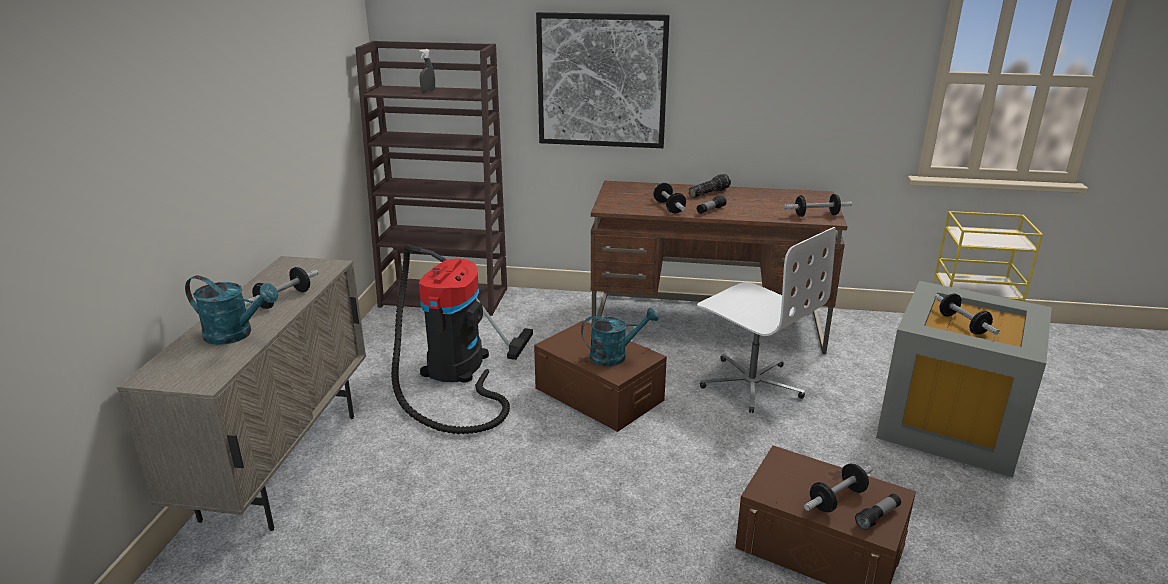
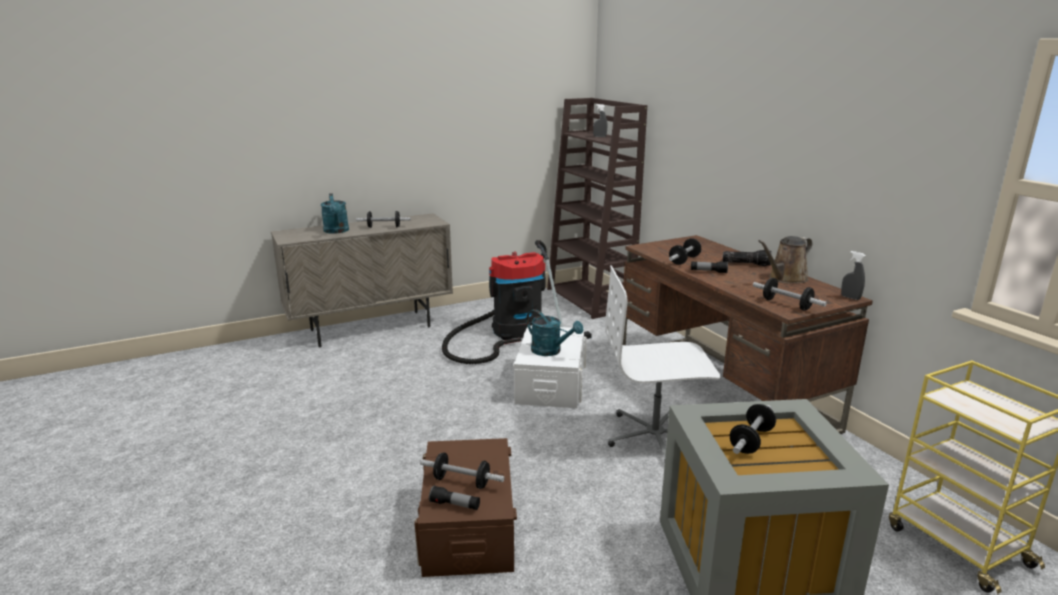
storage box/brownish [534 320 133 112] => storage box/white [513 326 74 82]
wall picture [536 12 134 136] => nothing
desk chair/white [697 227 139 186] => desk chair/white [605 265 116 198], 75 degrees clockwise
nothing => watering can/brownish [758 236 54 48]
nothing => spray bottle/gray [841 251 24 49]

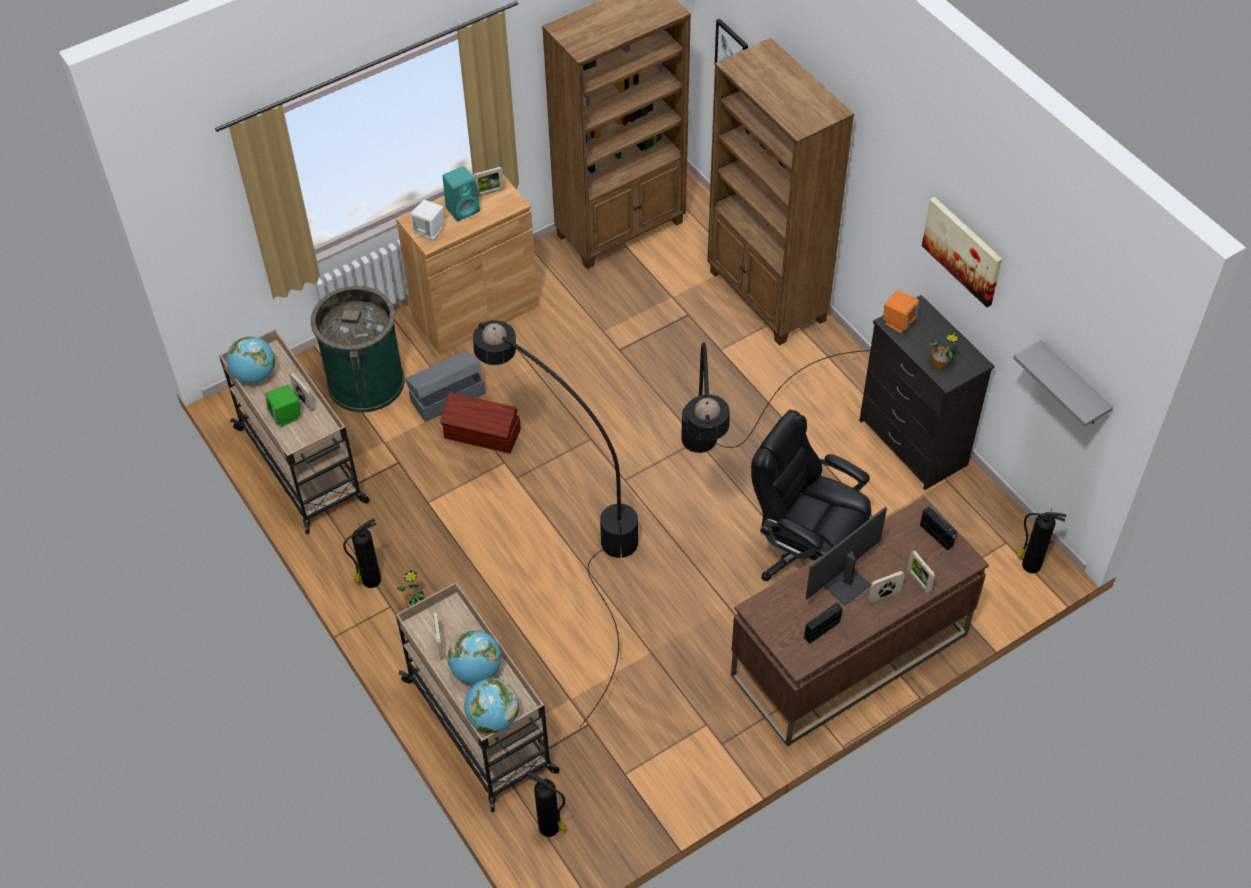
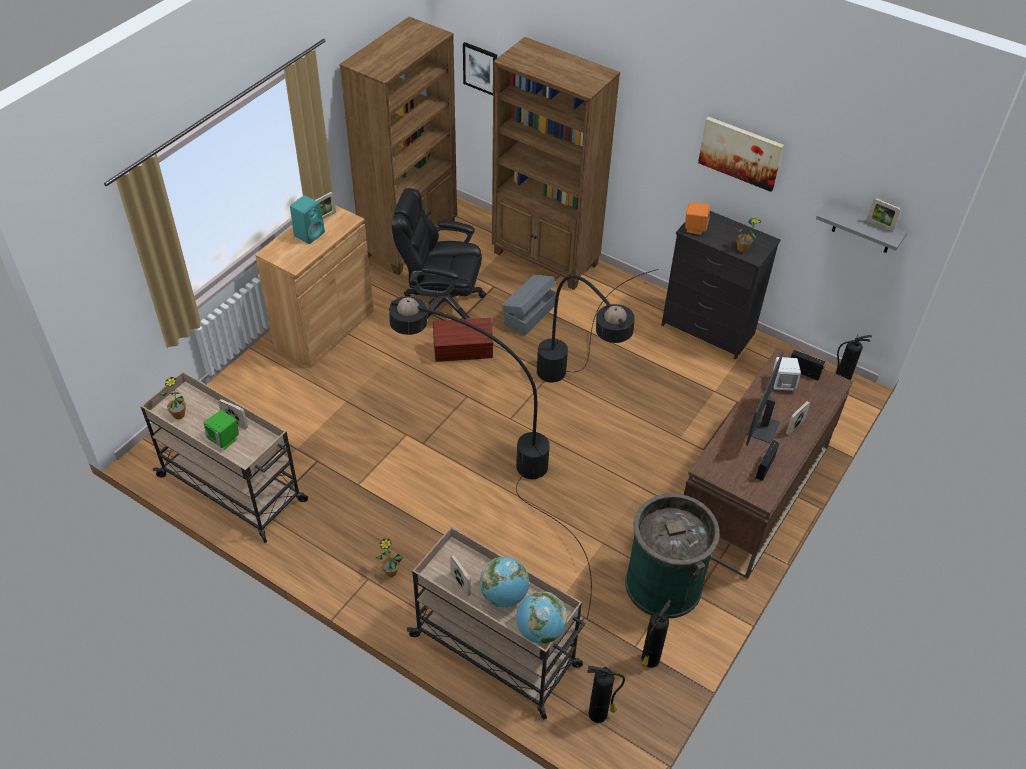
desk globe [227 336 48 48] => potted plant [159 377 27 42]
trash can/green-coloured [311 286 94 127] => trash can/green-coloured [625 493 95 126], moved
fire extinguisher [343 518 38 70] => fire extinguisher [642 600 29 68], moved
storage box/gray [405 351 81 71] => storage box/gray [502 275 54 60], moved
loudspeaker/white [411 200 33 40] => loudspeaker/white [773 357 28 34], moved
storage box/brownish [440 392 81 62] => storage box/brownish [433 318 60 44], moved
desk chair/black-coloured [751 410 120 171] => desk chair/black-coloured [391 188 95 131], moved
photo frame [907 550 28 44] => photo frame [867 198 34 33], moved

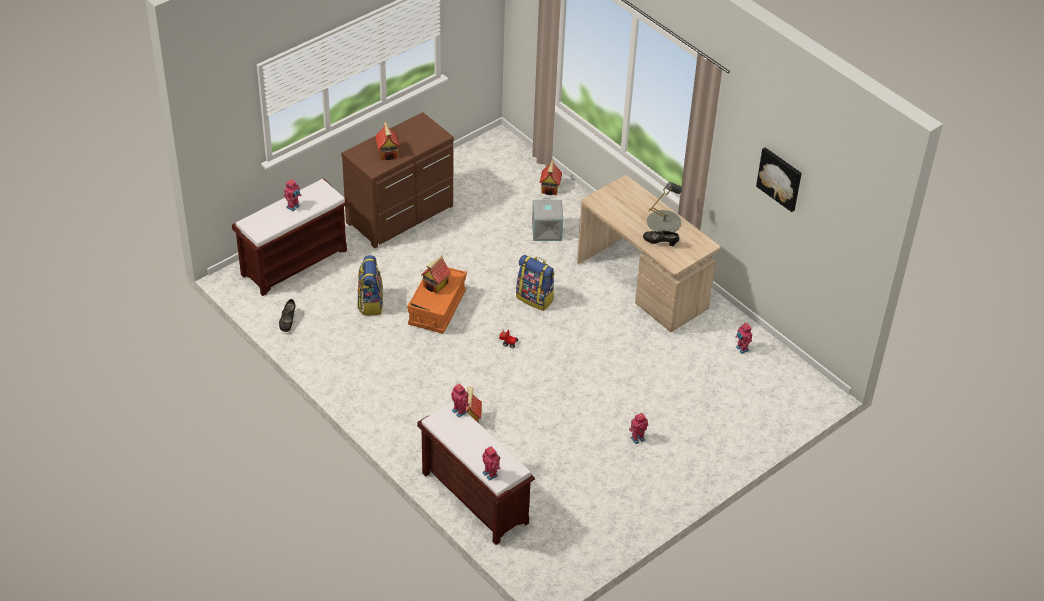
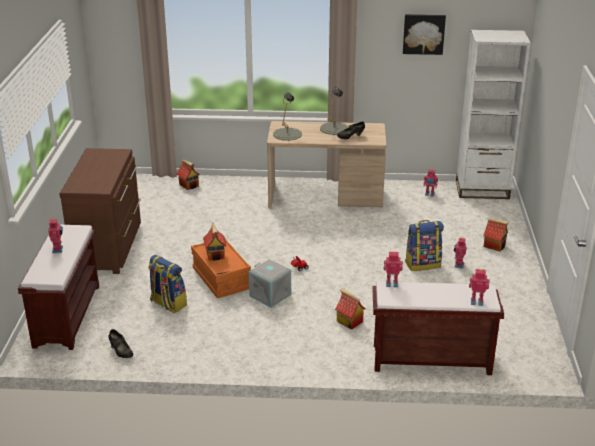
model house [375 122 25 38] => model house [483 218 26 33], moved
knapsack [516 255 39 56] => knapsack [405 220 39 51], moved
storage box/gray [532 198 32 43] => storage box/gray [249 259 42 49], moved
nothing => table lamp/gray [273 92 29 49]
nothing => bookshelf/white [456 30 75 169]

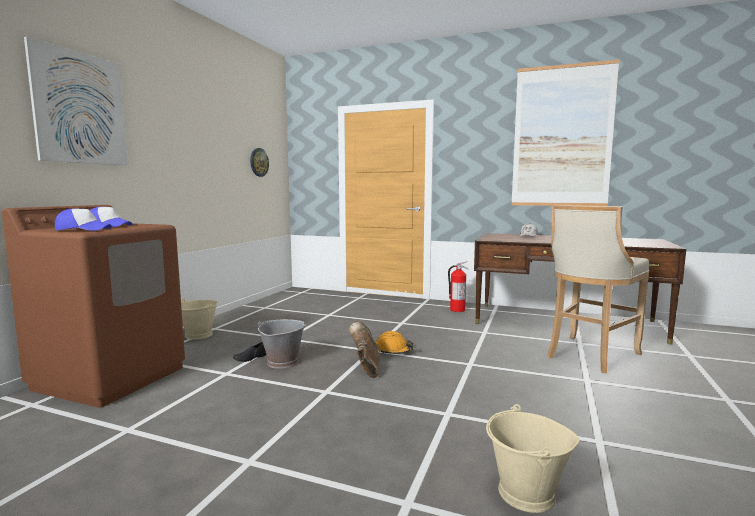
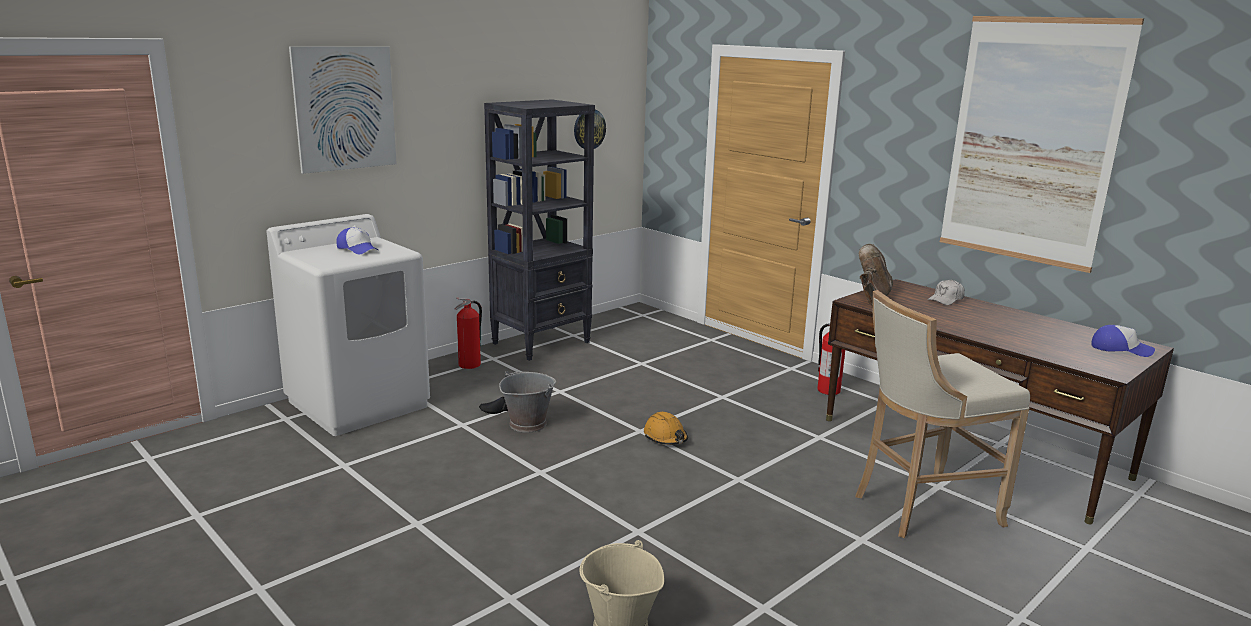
washing machine/brownish [2 205 183 203] => washing machine/white [267 214 163 222]
peaked cap [55 209 57 22] => peaked cap [1091 325 64 32], moved
water bucket/beige [181 298 37 42] => fire extinguisher [455 298 27 71]
high-top boot/brownish [349 321 31 57] => high-top boot/brownish [859 244 34 62], moved
nothing => bookshelf/black-coloured [484 99 111 262]

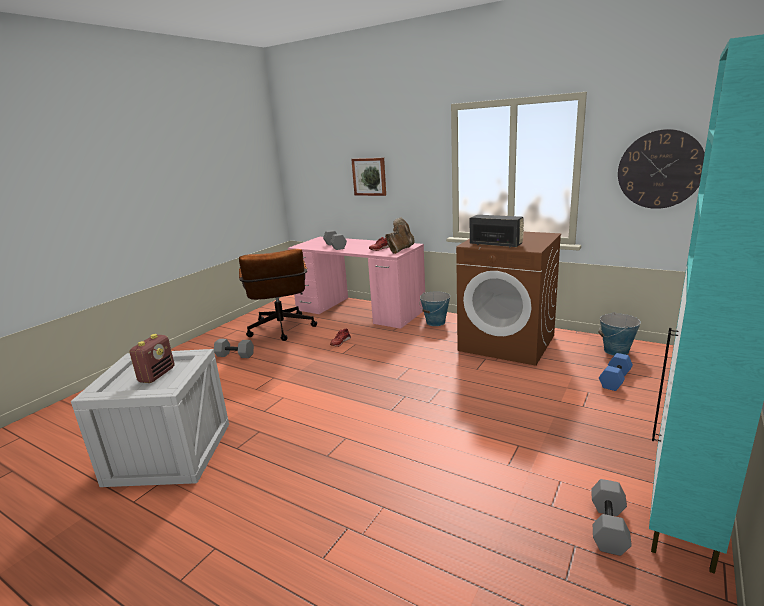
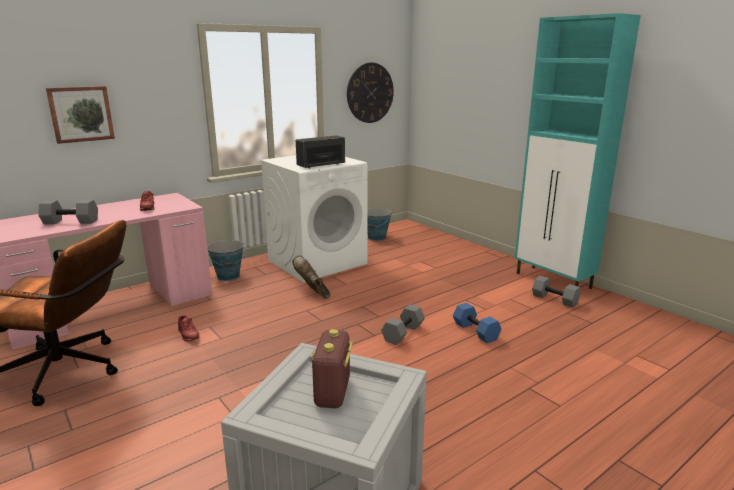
radio set [130 334 45 49] => radio set [312 329 41 79], 120 degrees counterclockwise
hand weight/gray [214 339 40 19] => hand weight/gray [381 304 44 41], moved
high-top boot/brownish [385 218 30 36] => high-top boot/brownish [292 255 38 44], moved
washing machine/brownish [456 232 105 134] => washing machine/white [260 155 108 127]
hand weight/blue [599 353 34 38] => hand weight/blue [453 303 48 41], moved

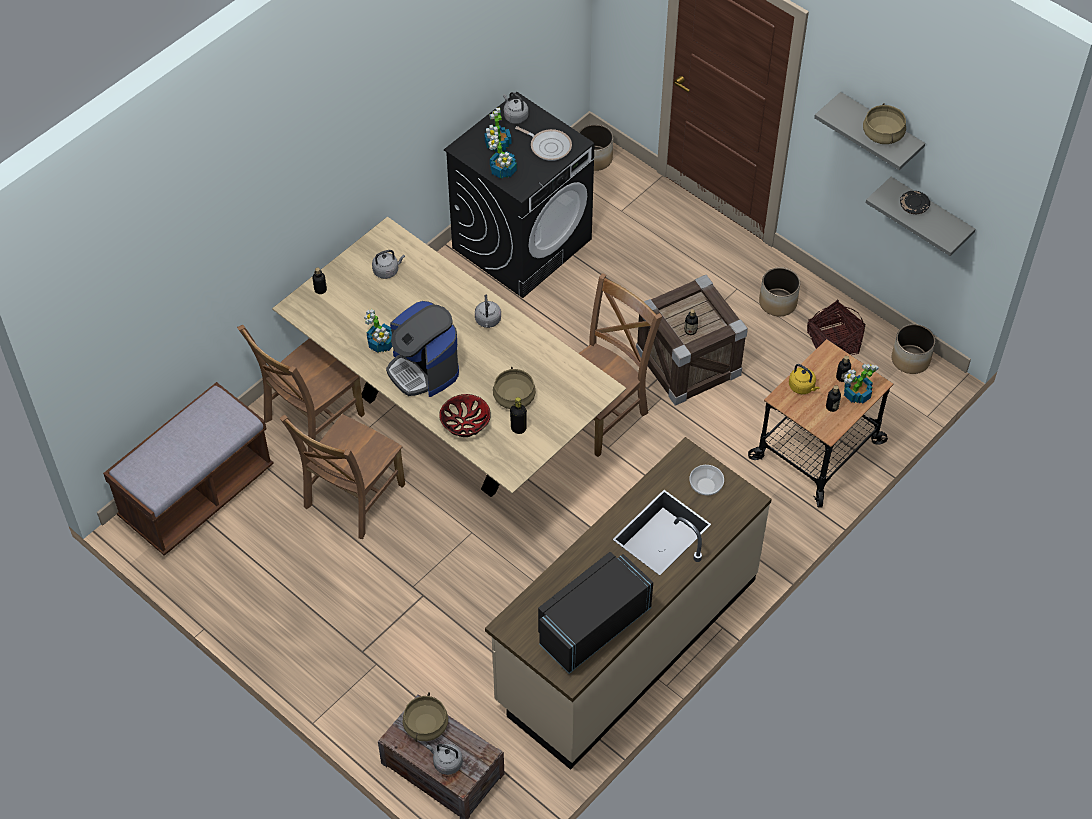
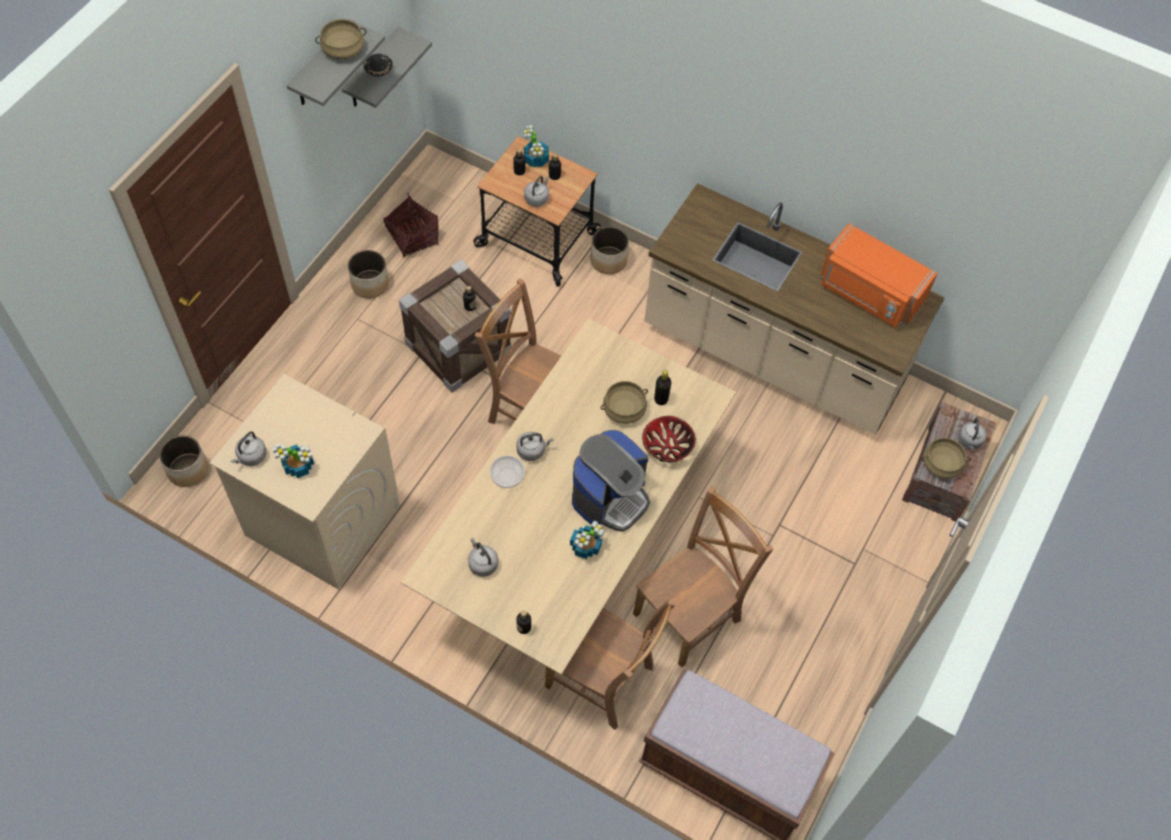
upright chair/brownish [279 414 126 125] => upright chair/brownish [633 486 140 182], 60 degrees counterclockwise
washing machine/black-coloured [444 92 150 206] => washing machine/beige [210 374 190 215]
potted plant [488 135 29 43] => nothing
skillet [515 126 57 35] => nothing
microwave/black-coloured [538 552 115 122] => microwave/orangey [820 224 118 104]
serving bowl [690 465 34 30] => serving bowl [490 456 35 32], moved
kettle/yellow-coloured [789 364 31 30] => kettle/gray [524 176 25 31]
planter [892 324 43 50] => planter [591 227 38 47], moved

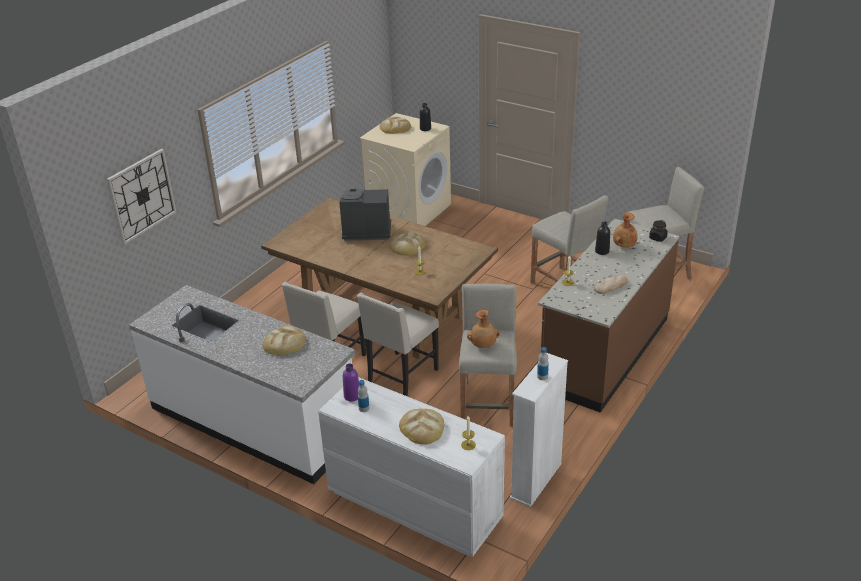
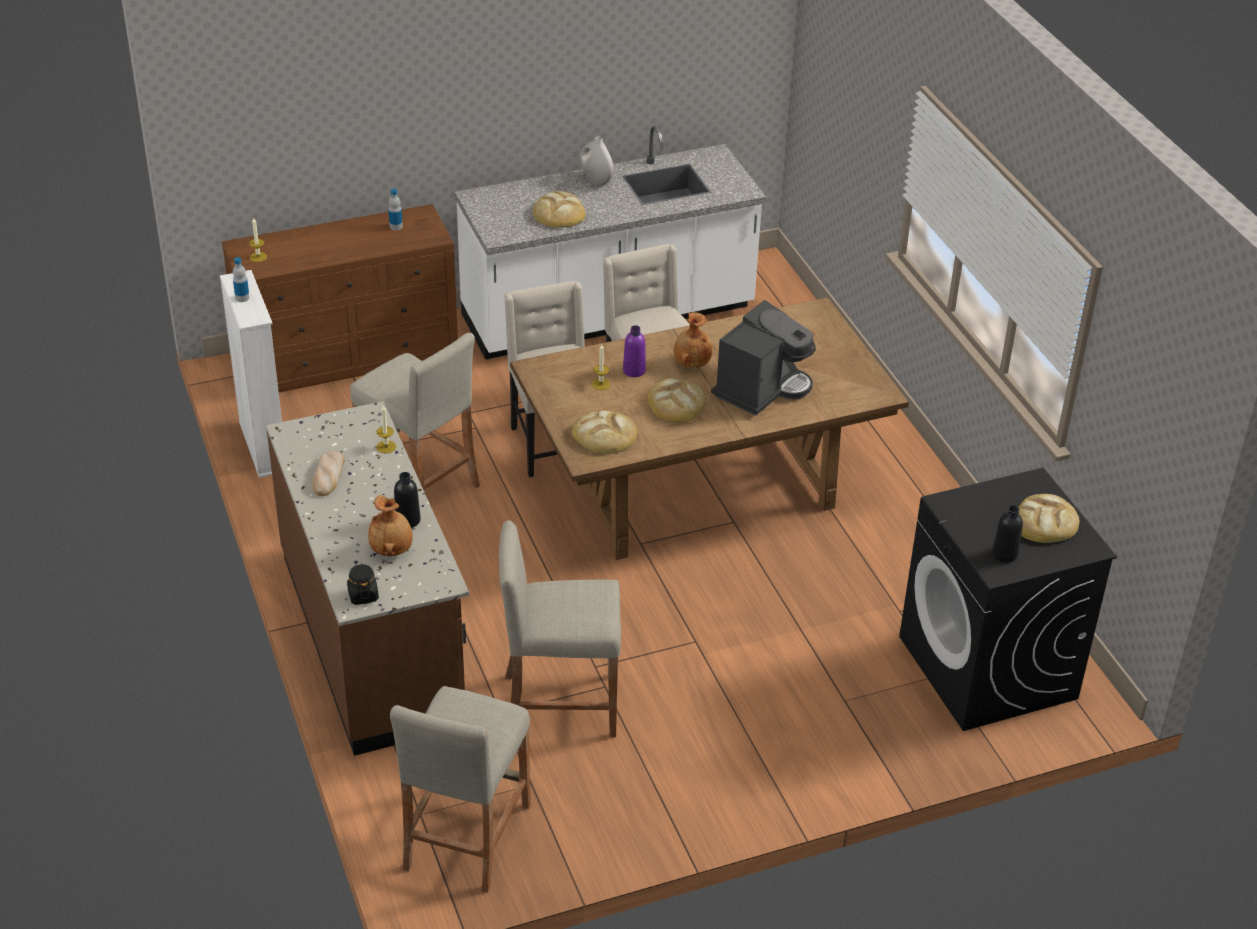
clock on the wall [107 149 70 96] => nothing
drawer chest/white [318 377 187 180] => drawer chest/brownish [222 204 236 188]
drink bottle/purple [343 364 17 37] => drink bottle/purple [623 325 23 52], moved
washing machine/beige [359 113 92 113] => washing machine/black-coloured [899 468 218 263]
bread [399 409 45 36] => bread [572 411 65 43], moved
decorative vase/brownish [467 310 33 38] => decorative vase/brownish [674 312 38 56], moved
nothing => decorative vase/white [580 136 33 49]

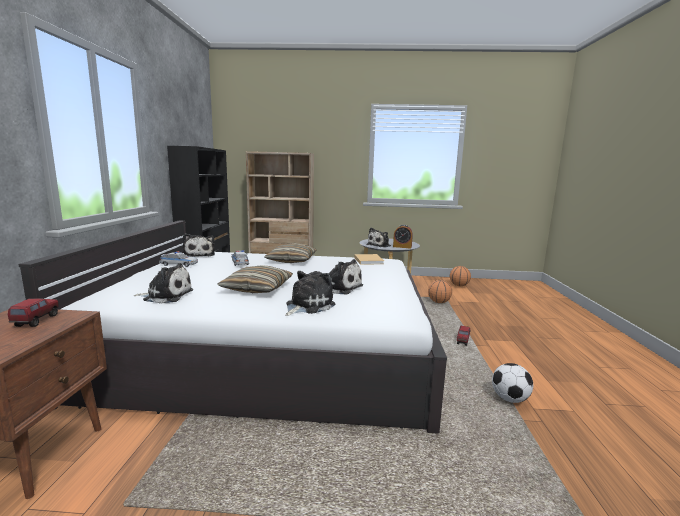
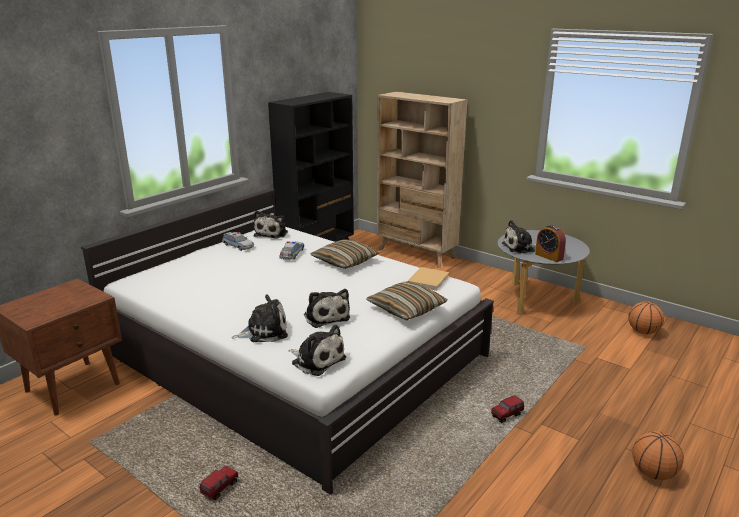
toy truck [8 298 51 29] => toy truck [200 466 38 34], moved
cuddly toy [134 263 59 41] => cuddly toy [288 325 58 51], moved
pillow [217 266 76 27] => pillow [366 281 82 39], moved
ball for basketball [428 280 24 23] => ball for basketball [632 431 52 49], moved
football [492 363 41 40] => nothing

